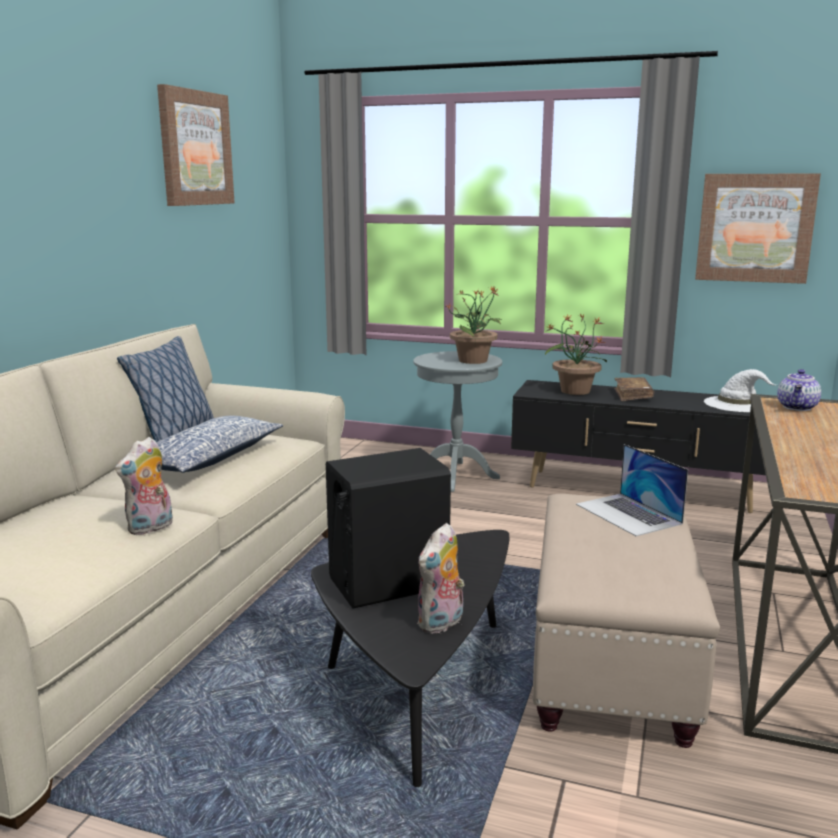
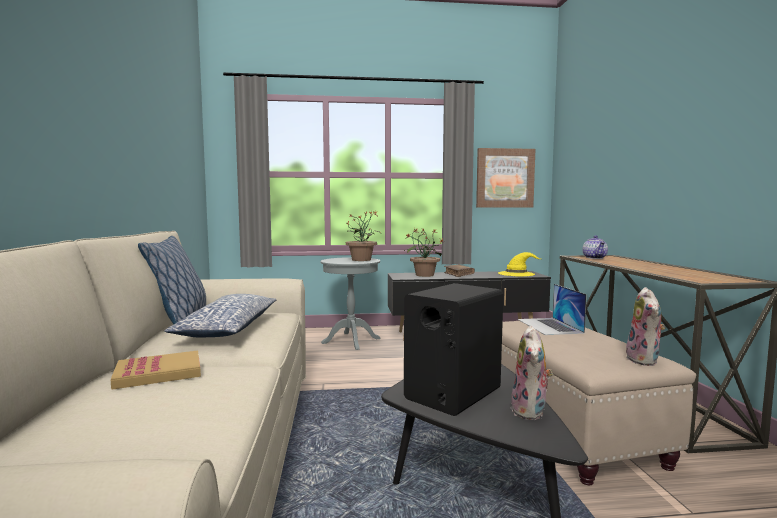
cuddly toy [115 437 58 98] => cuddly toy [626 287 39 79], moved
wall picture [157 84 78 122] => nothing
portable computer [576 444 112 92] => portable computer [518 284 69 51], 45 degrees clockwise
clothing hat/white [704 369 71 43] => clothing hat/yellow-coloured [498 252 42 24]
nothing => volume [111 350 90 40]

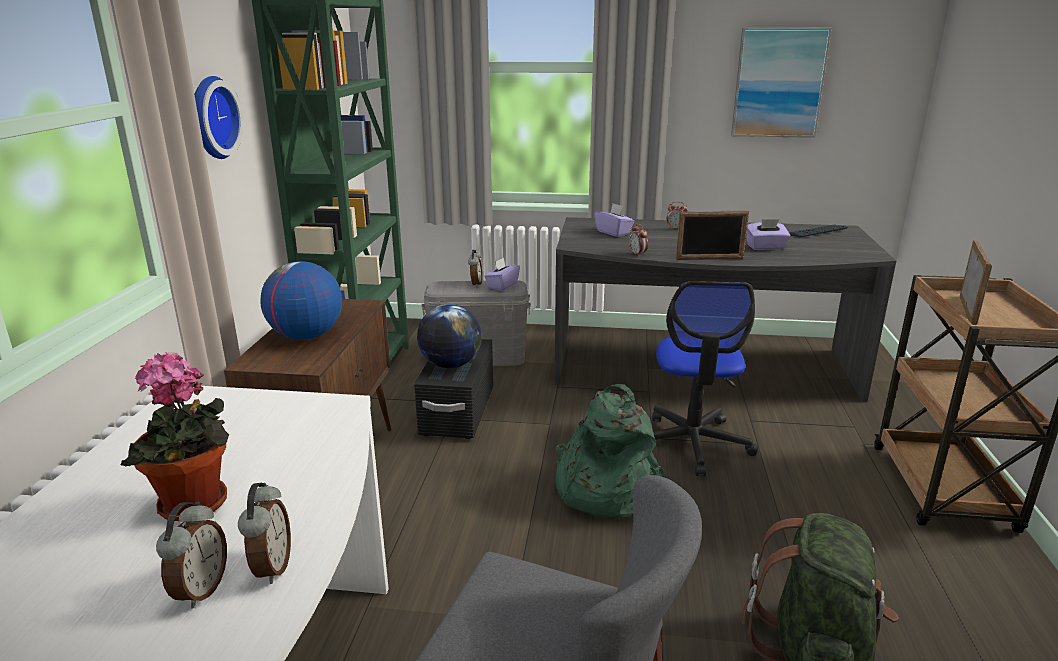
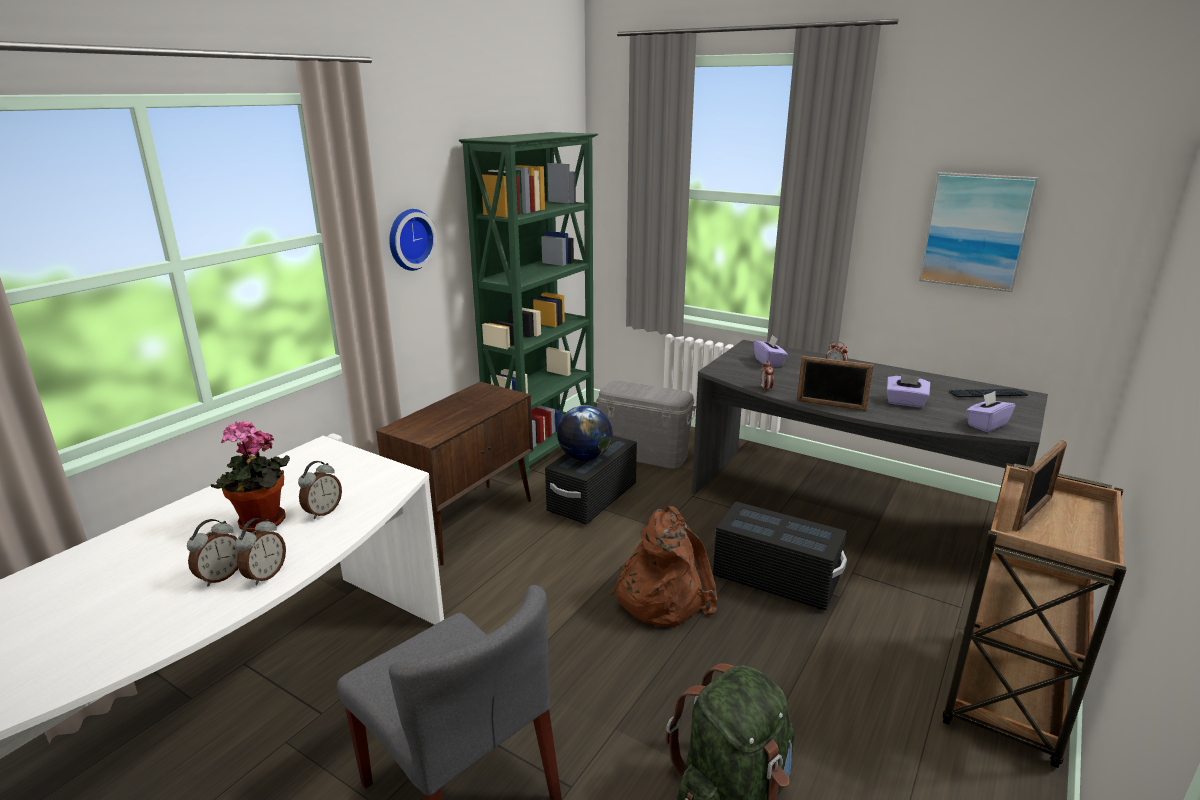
desk globe [260 261 82 79] => nothing
table clock [468 250 15 37] => table clock [298 461 44 58], moved
tissue holder/purple [484 258 36 33] => tissue holder/purple [966 391 49 41], moved
knapsack/green-coloured [555 384 111 135] => knapsack/brownish [610 506 108 121]
desk chair [652 281 106 195] => storage box/black-coloured [713 502 134 108]

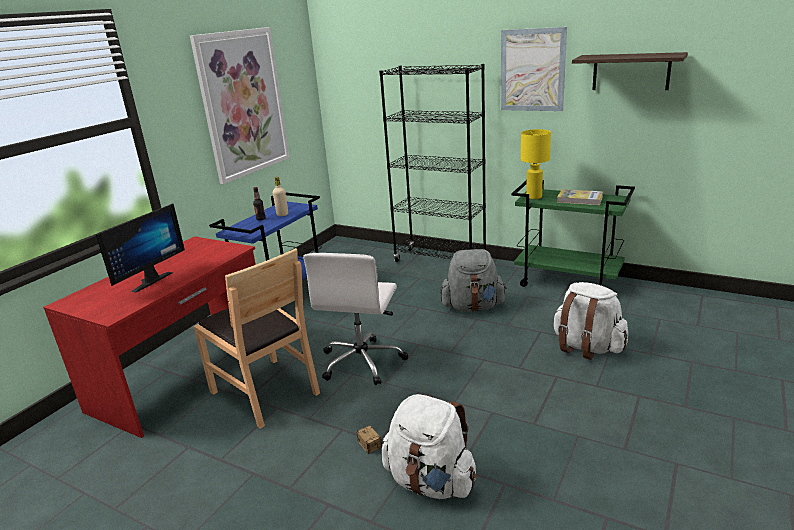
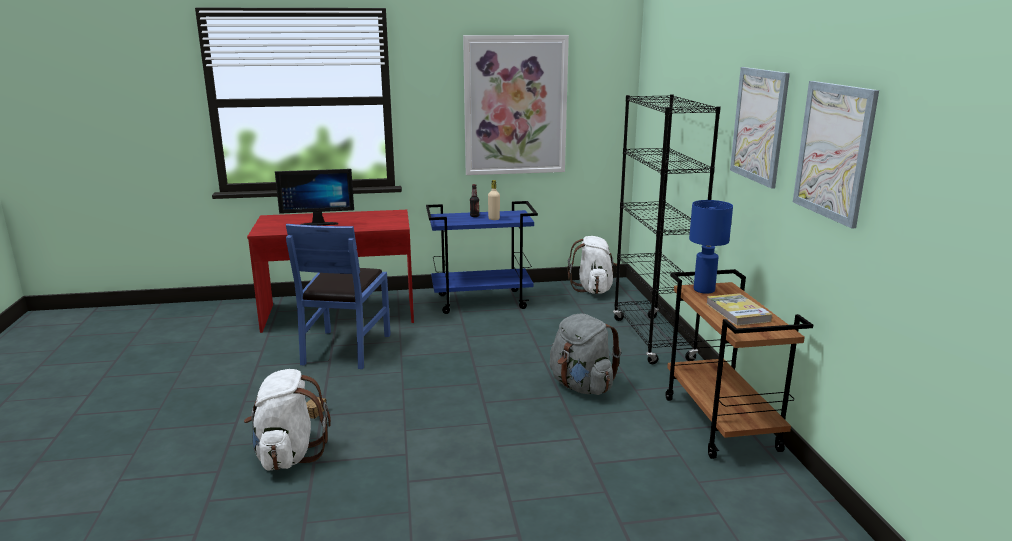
upright chair/brownish [193 248 127 181] => upright chair/blue [286 224 105 145]
desk chair/white [303 253 105 132] => nothing
cart/green-coloured [512 180 123 107] => cart/brownish [665 269 148 190]
table lamp/yellow-coloured [521 129 30 70] => table lamp/blue [689 200 44 94]
knapsack/white [554 282 74 78] => knapsack/white [568 236 49 58], moved
shelf [572 52 116 38] => wall picture [793 81 86 147]

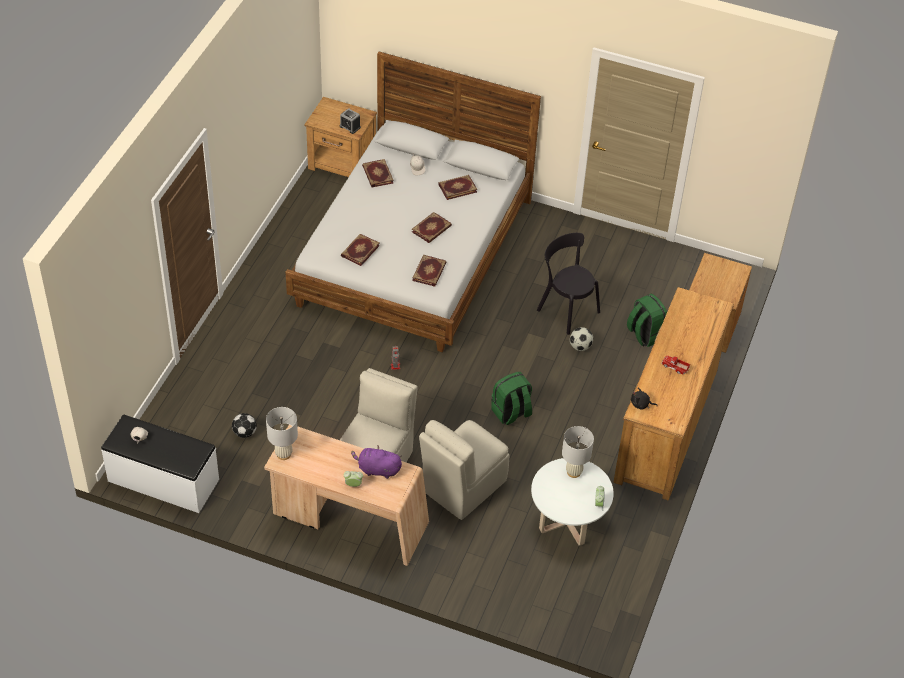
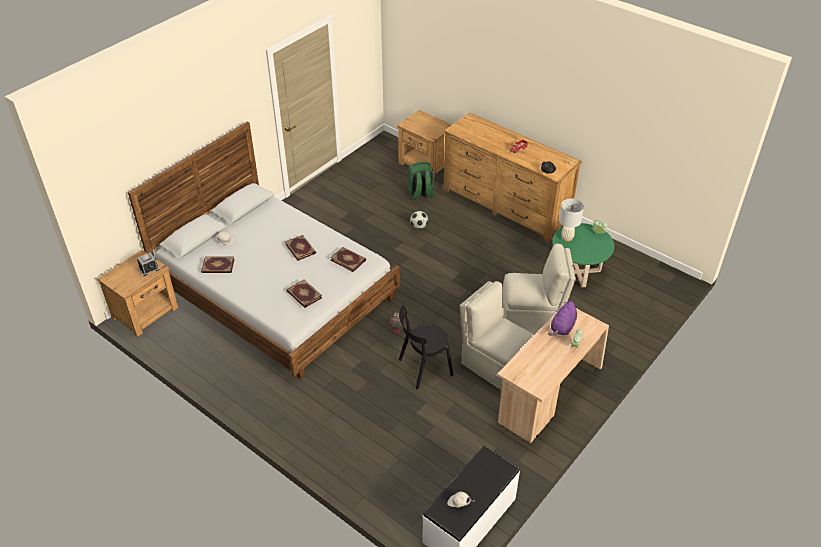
football [232 413 25 25] => nothing
table lamp/white [266 407 32 53] => nothing
upright chair/beige [419 420 91 100] => upright chair/beige [502 244 74 90], 60 degrees counterclockwise
volume [438 175 39 25] => nothing
knapsack/green-coloured [491 372 41 53] => nothing
lounge table/white [531 458 83 88] => lounge table/green-coloured [552 223 62 64]
upright chair/black-coloured [537 233 63 102] => upright chair/black-coloured [399 305 54 84], moved

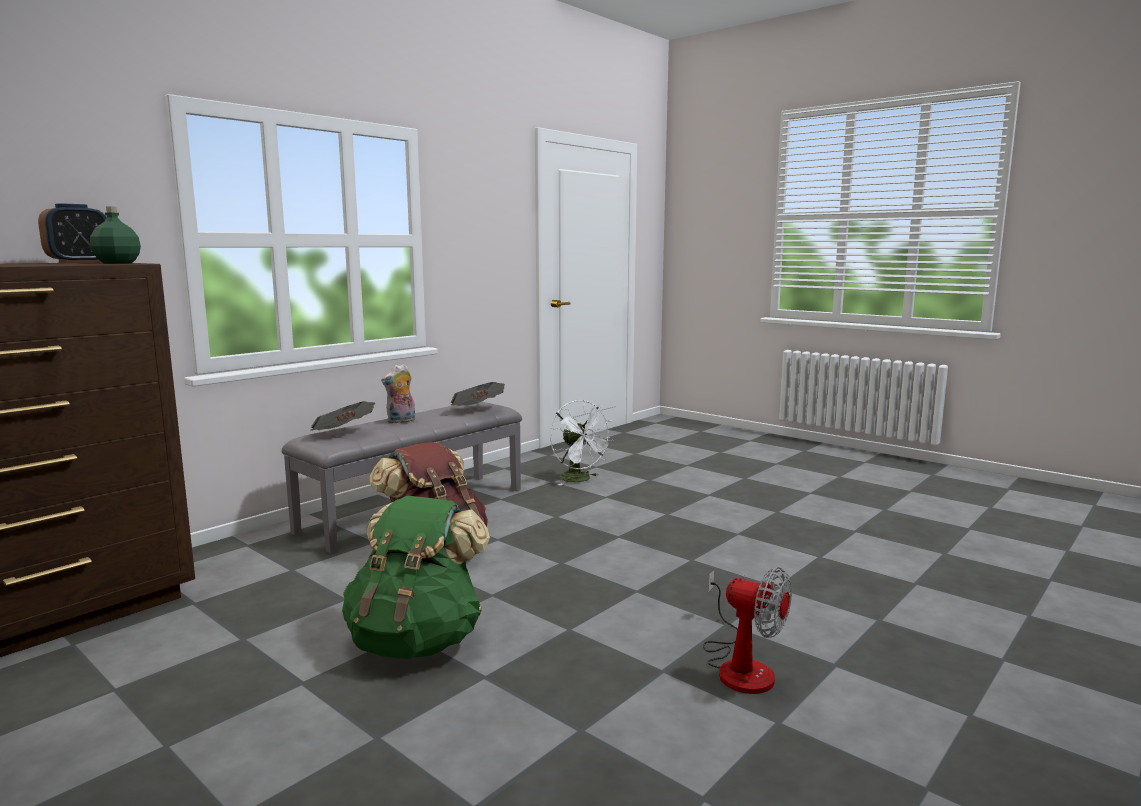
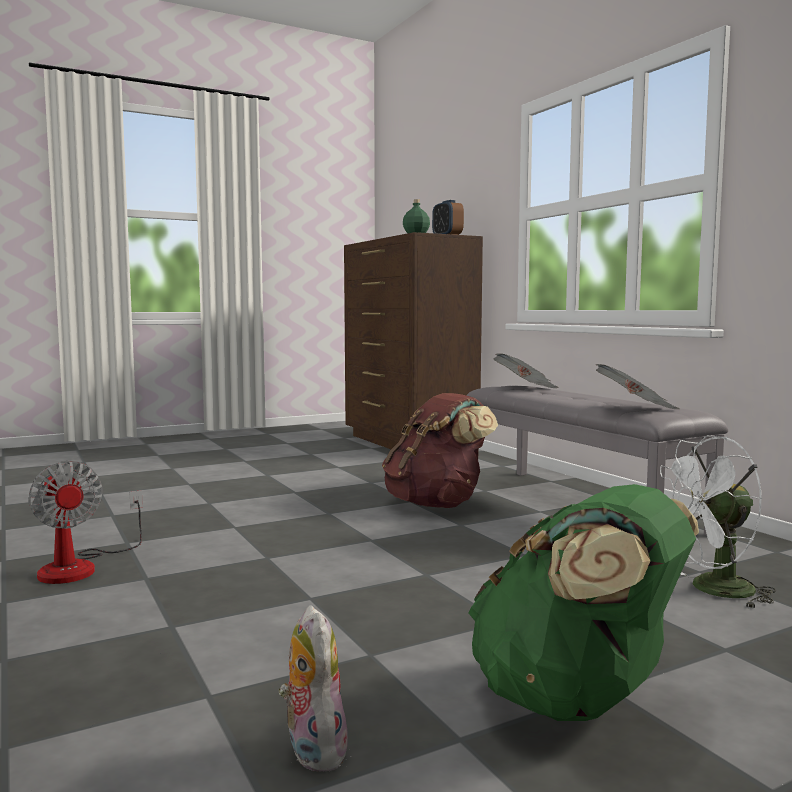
knapsack/green-coloured [342 496 148 163] => knapsack/green-coloured [468 484 231 237], moved
cuddly toy [381 364 34 60] => cuddly toy [279 605 69 167], moved
fan [703 567 89 127] => fan [28 461 115 123], 90 degrees counterclockwise

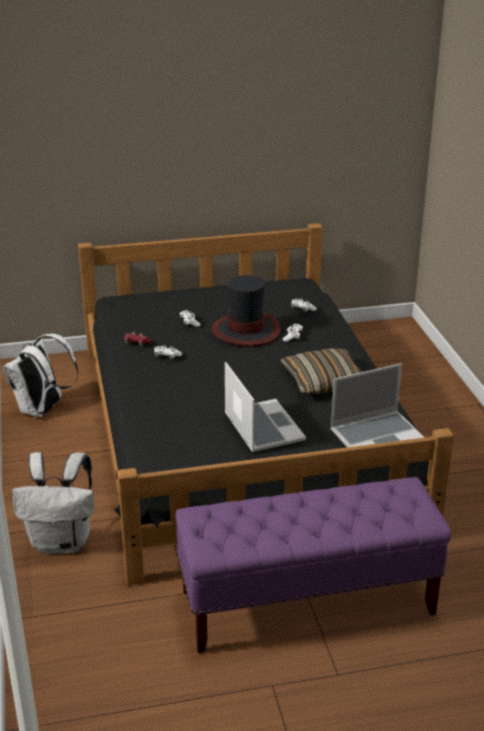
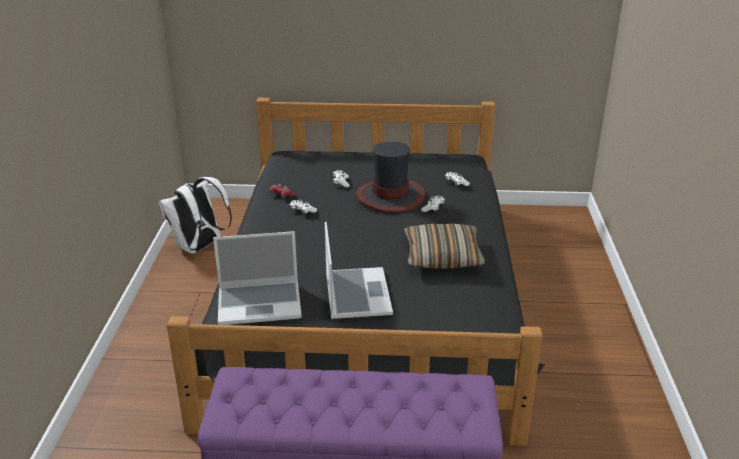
knapsack/white [12 452 82 101] => nothing
portable computer [330 363 95 84] => portable computer [213 231 89 94], moved

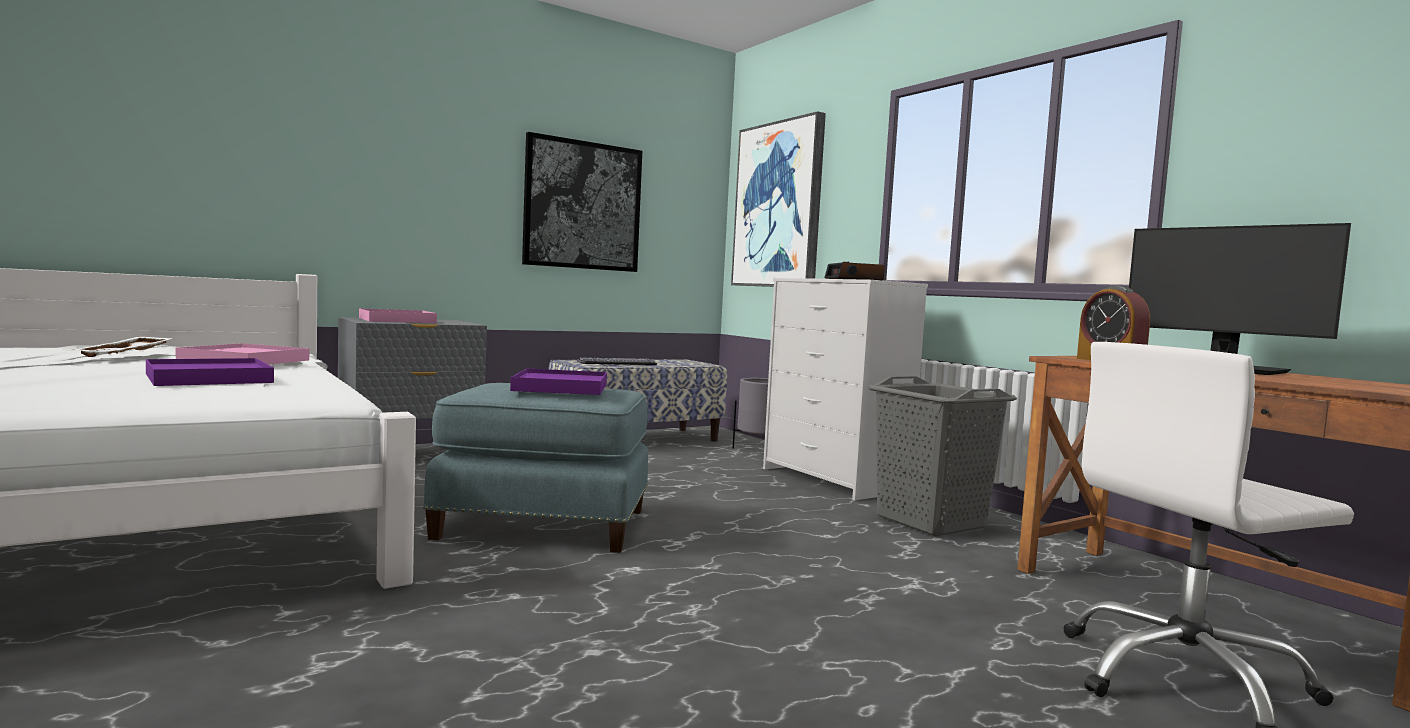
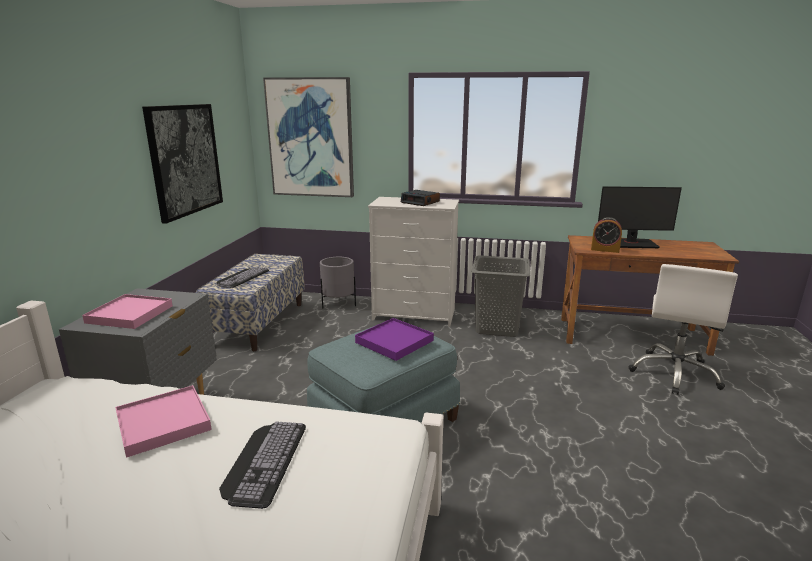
serving tray/white [74 337 100 20] => nothing
serving tray/purple [146 358 128 28] => keyboard [219 422 87 87]

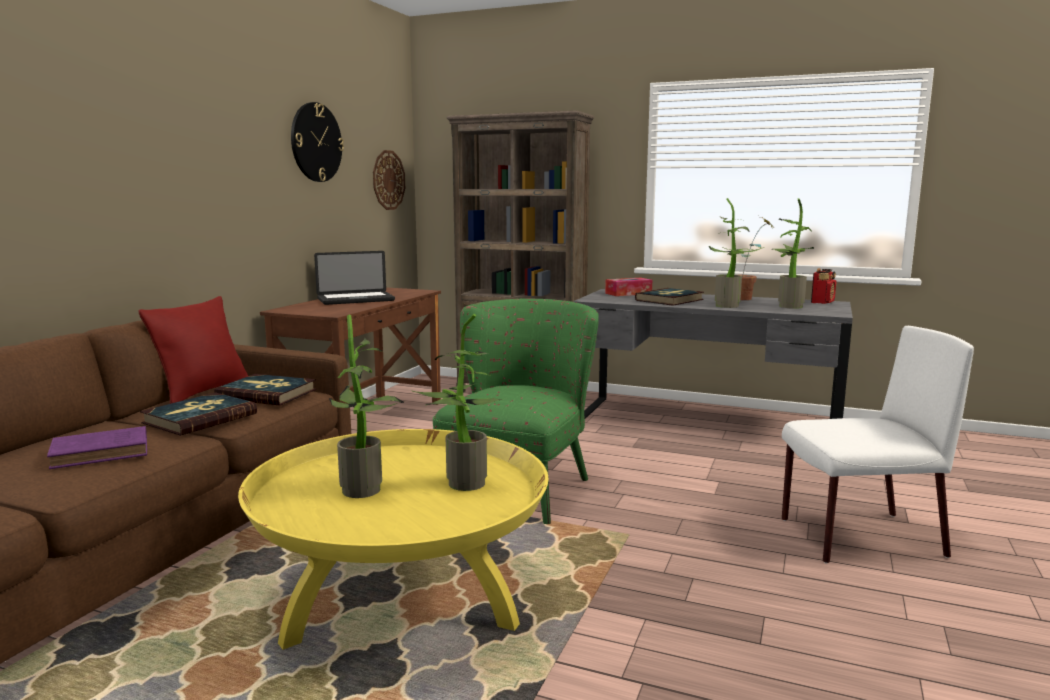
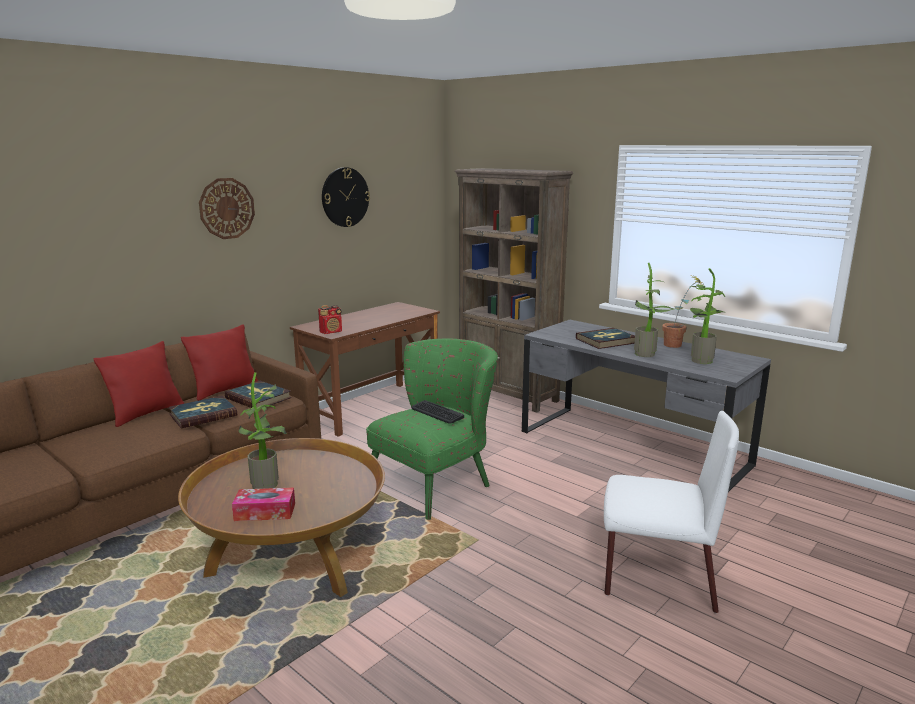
volume/purple [47 426 100 43] => nothing
lounge table/yellow-coloured [238 429 310 221] => lounge table/brownish [178 438 207 159]
portable computer [314 251 81 54] => nothing
clock on the wall [373 150 32 60] => clock on the wall [199 178 56 61], moved
potted plant [413 314 89 177] => nothing
tissue holder [605 278 47 18] => tissue holder [232 488 63 33], moved
radio set [811 268 25 36] => radio set [318 305 24 29], moved
nothing => pillow/red [94 341 90 86]
nothing => keyboard [411 400 53 23]

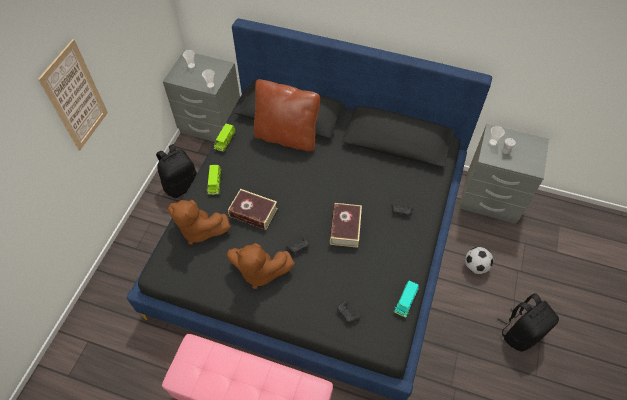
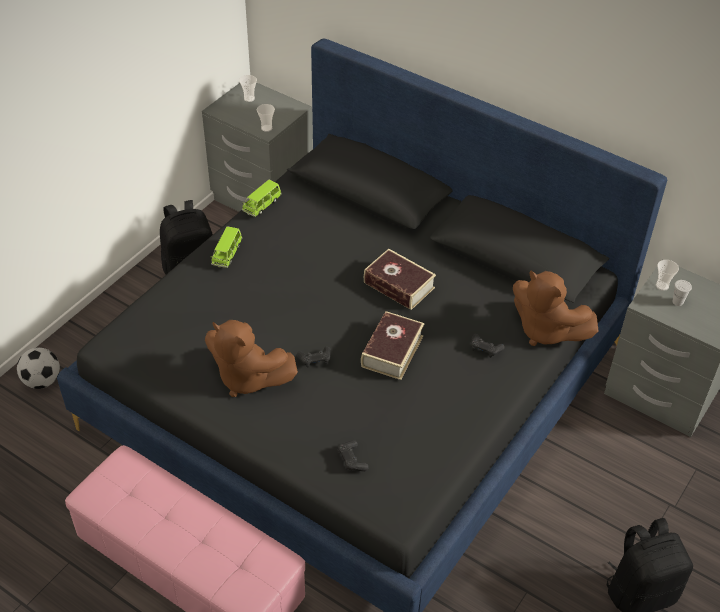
wall picture [38 39 70 112] => nothing
cuddly toy/brownish [168 200 63 45] => cuddly toy/brownish [513 271 86 75], moved
volume [228 189 50 41] => volume [364 249 72 61], moved
pillow/brownish [254 79 66 72] => nothing
toy car/turquoise-coloured [394 281 25 36] => nothing
football [465 247 28 27] => football [17 347 43 42], moved

